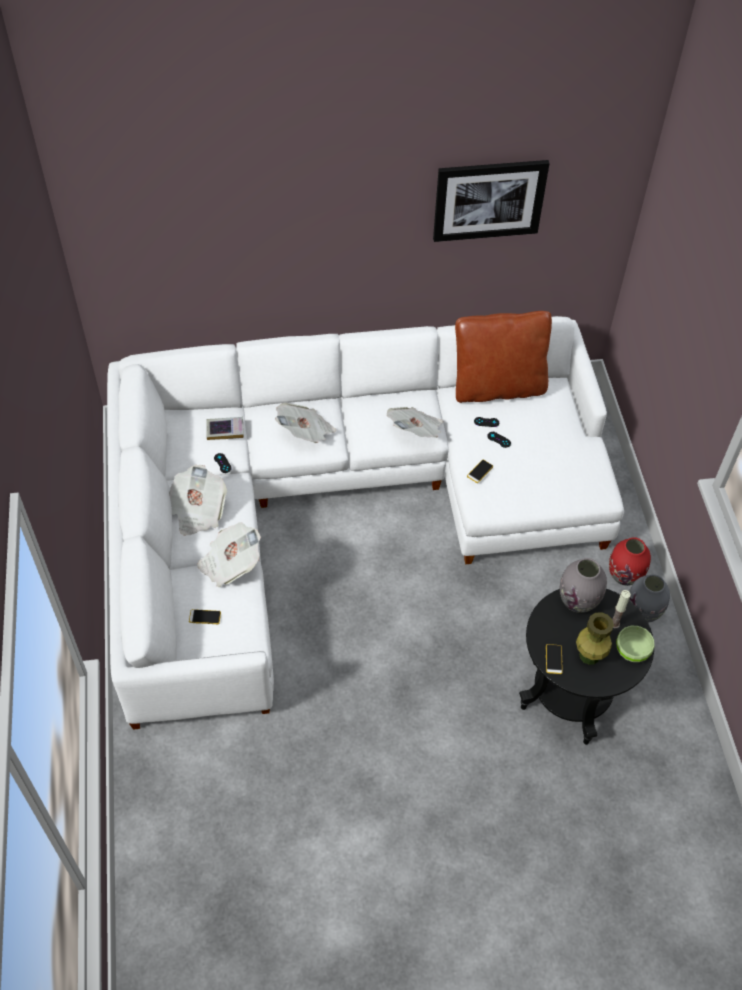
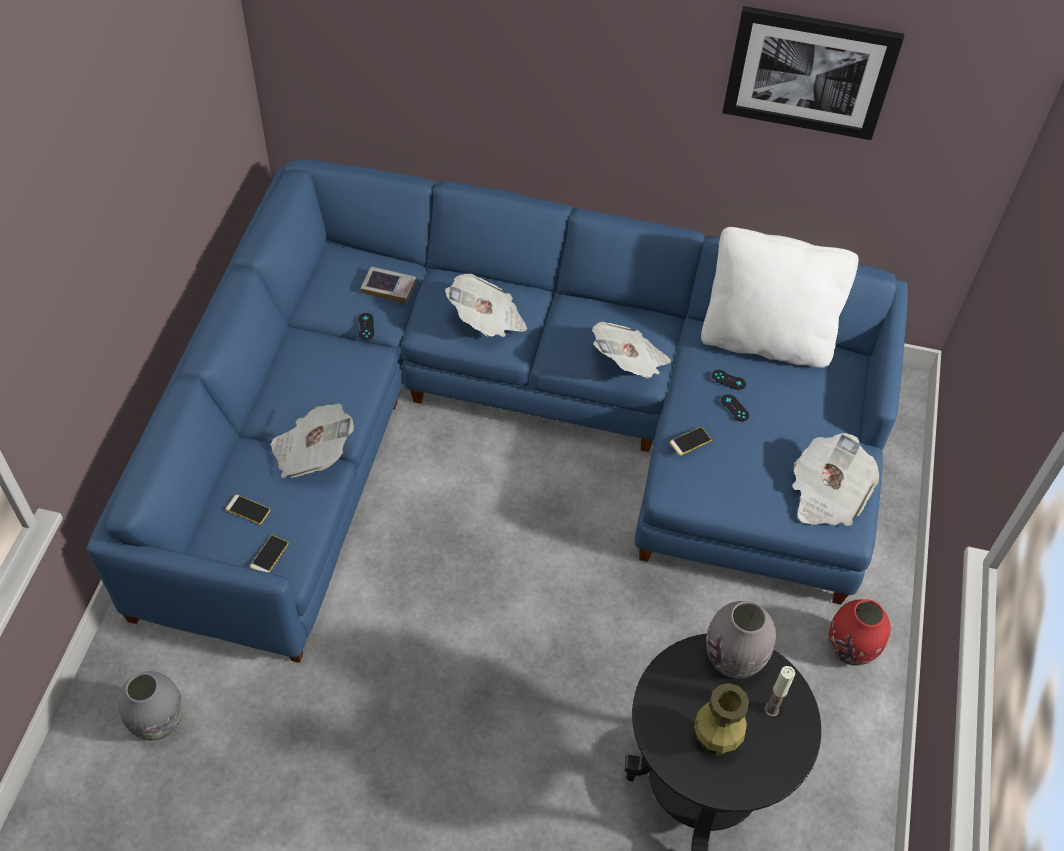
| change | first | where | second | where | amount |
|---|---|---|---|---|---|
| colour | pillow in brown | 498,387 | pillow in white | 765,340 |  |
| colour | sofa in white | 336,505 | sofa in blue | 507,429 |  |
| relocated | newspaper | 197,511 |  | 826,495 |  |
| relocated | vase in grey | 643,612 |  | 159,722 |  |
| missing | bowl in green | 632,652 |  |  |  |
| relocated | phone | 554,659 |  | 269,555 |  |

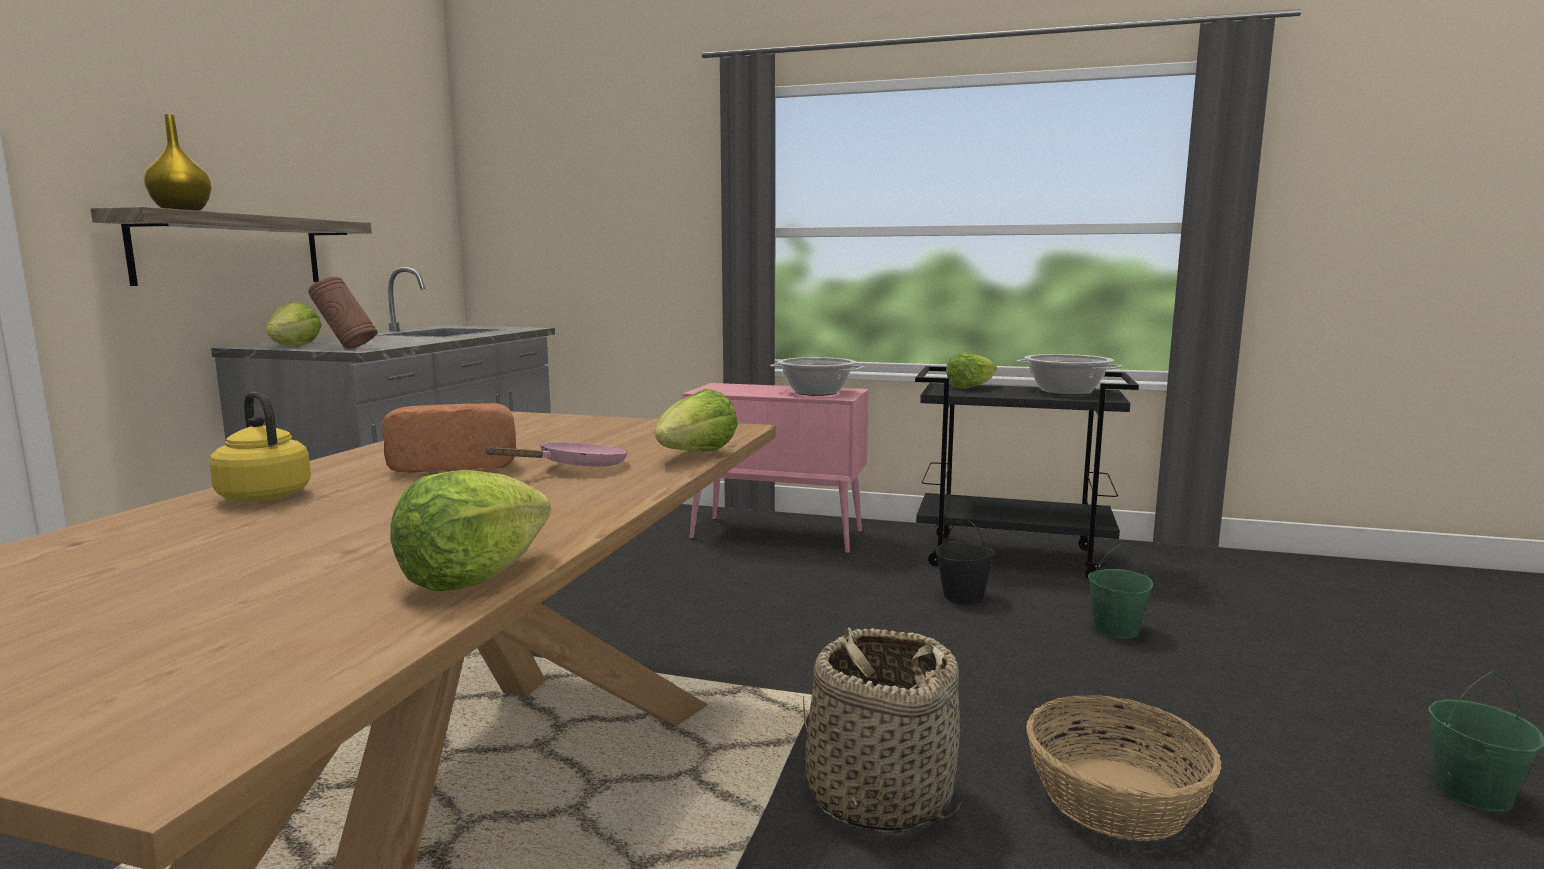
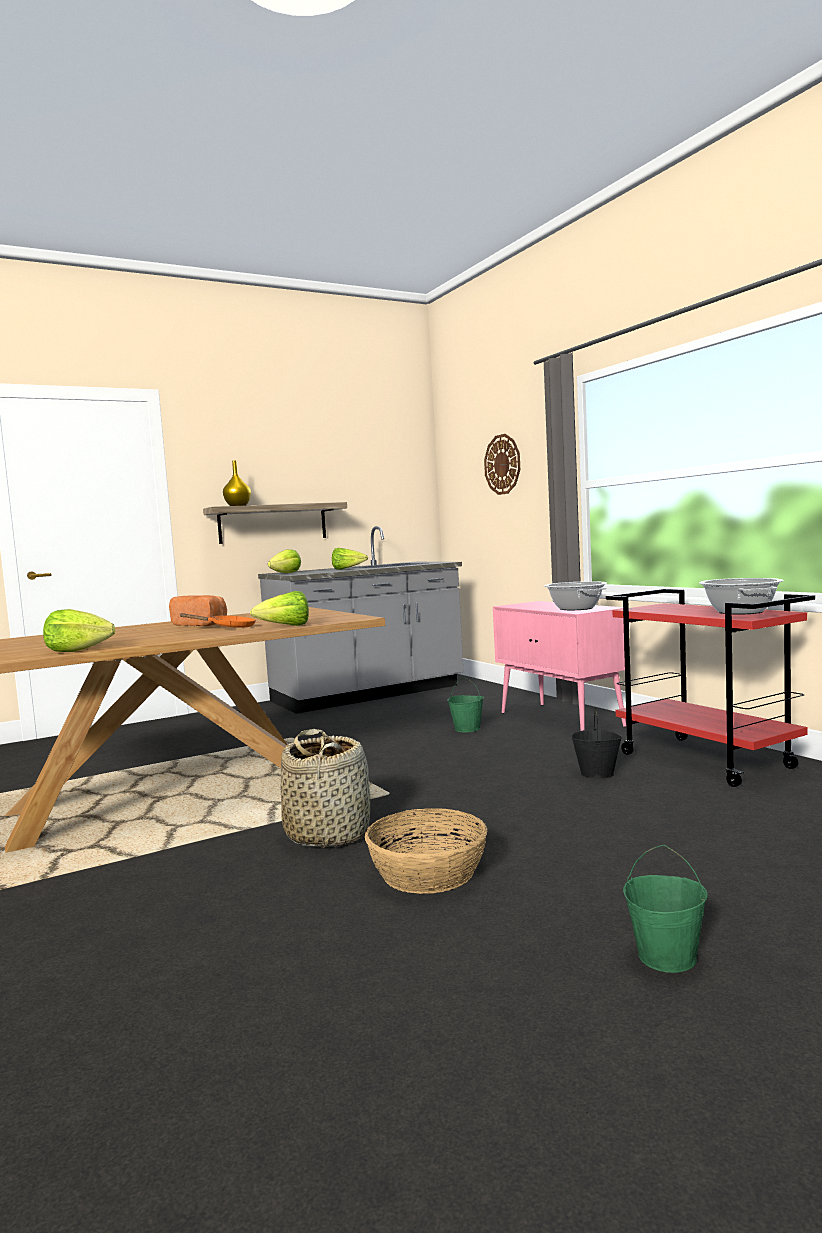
| change | first | where | second | where | amount |
|---|---|---|---|---|---|
| missing | vase in brown | 346,348 |  |  |  |
| relocated | lettuce | 970,387 |  | 347,569 |  |
| colour | cart in black | 1014,557 | cart in red | 707,761 |  |
| missing | kettle in yellow | 263,495 |  |  |  |
| colour | frying pan in pink | 575,468 | frying pan in orange | 228,628 |  |
| relocated | bucket in green | 1115,629 |  | 467,729 |  |
| appeared |  |  | wall clock | 502,464 |  |

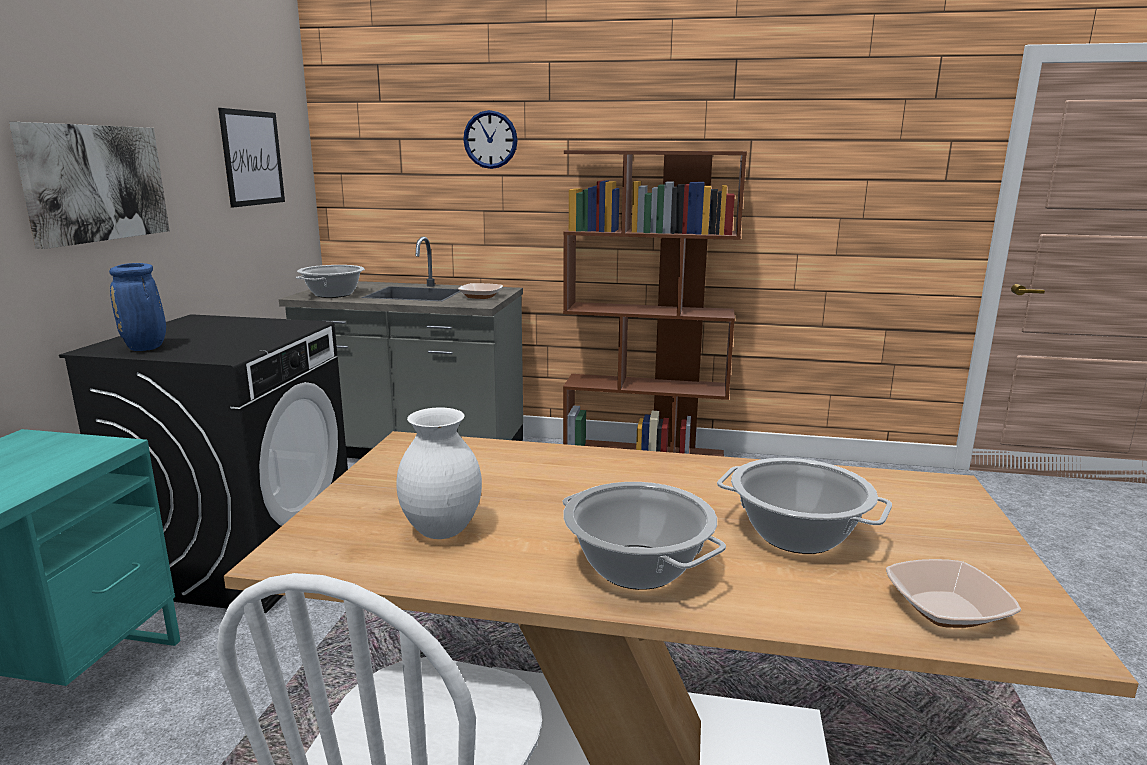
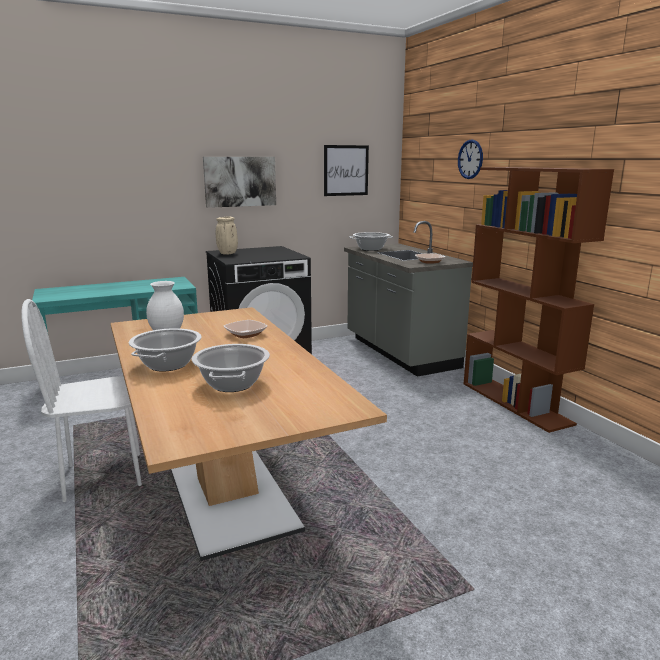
| change | first | where | second | where | amount |
|---|---|---|---|---|---|
| colour | vase in blue | 146,348 | vase in beige | 227,254 |  |
| relocated | bowl | 946,609 |  | 245,334 |  |

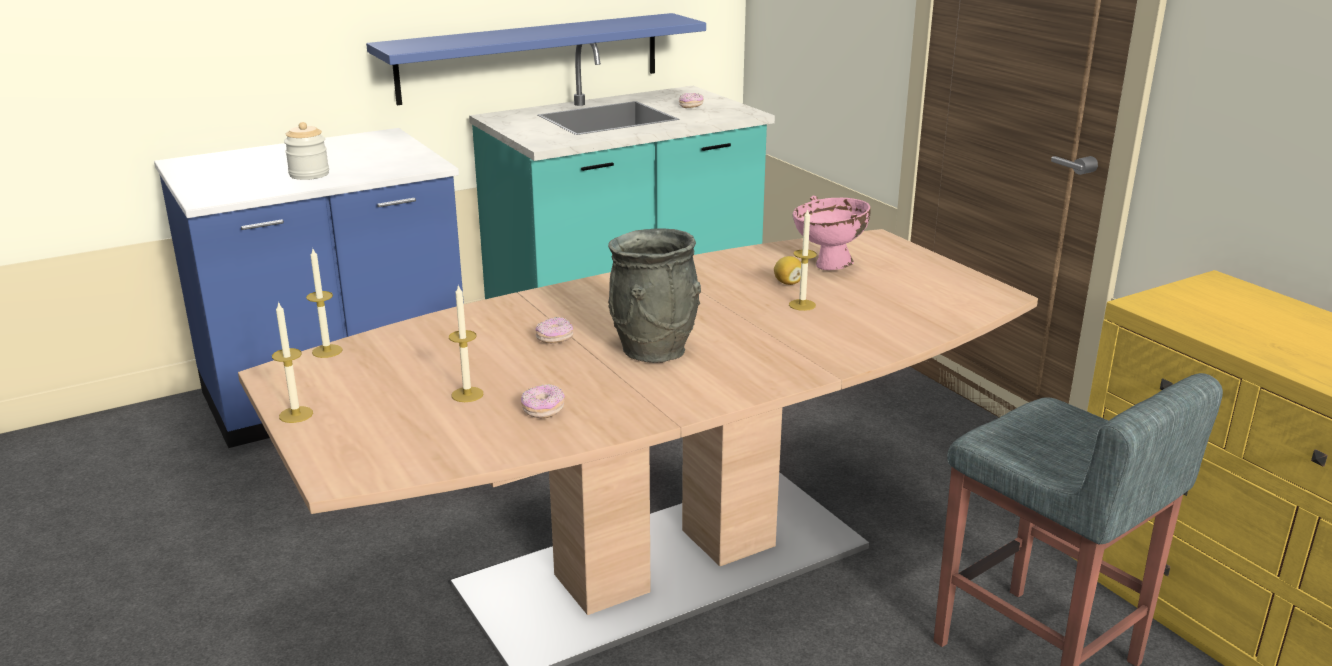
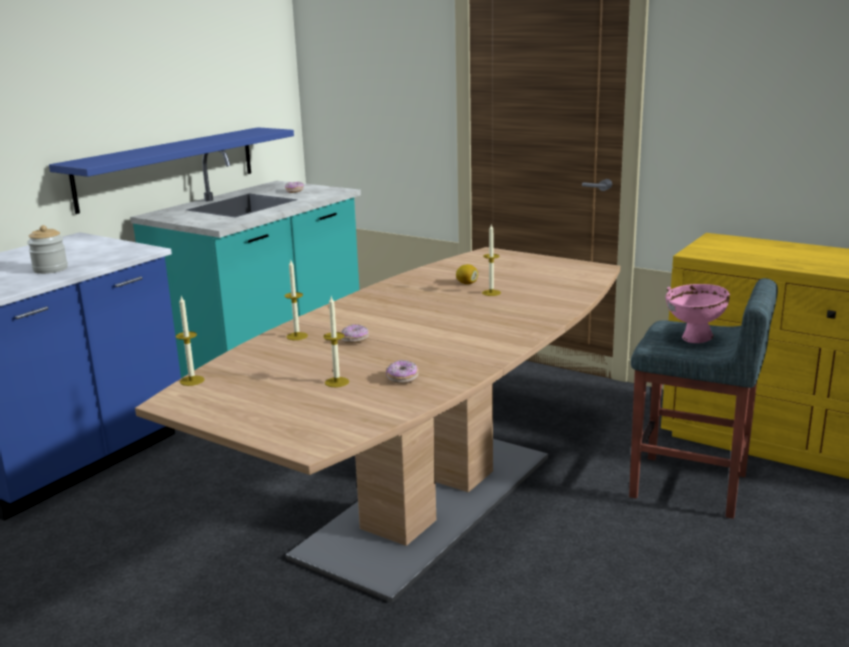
| change | first | where | second | where | amount |
|---|---|---|---|---|---|
| relocated | bowl in pink | 829,266 |  | 694,340 |  |
| missing | vase in grey | 655,350 |  |  |  |
| relocated | candle | 296,414 |  | 297,336 |  |

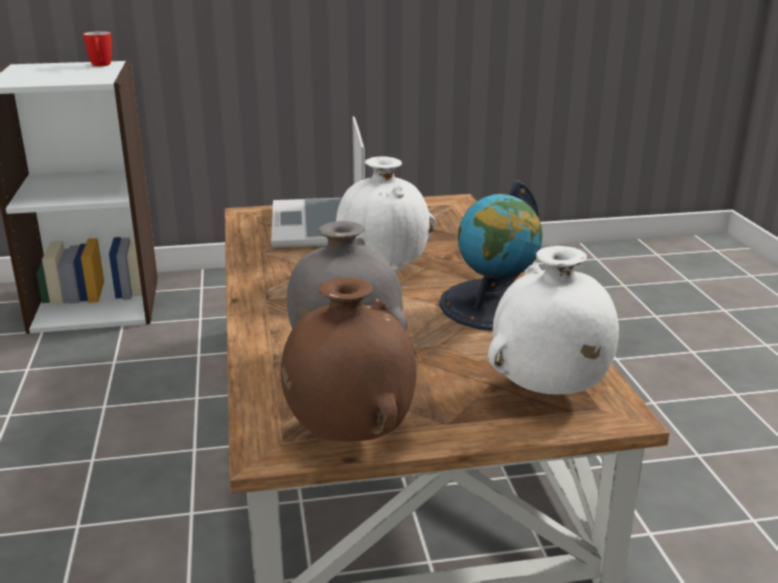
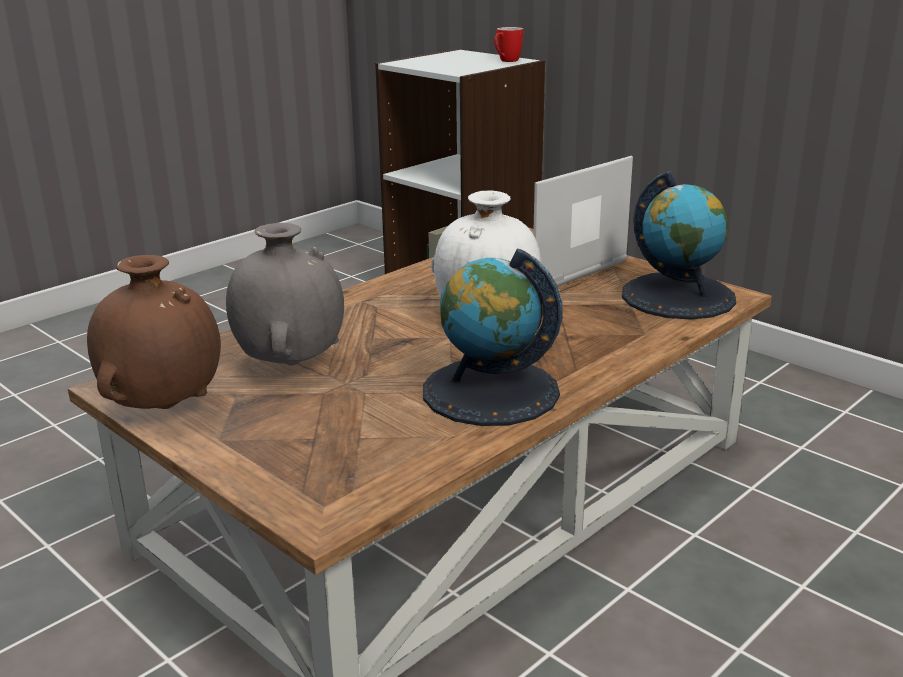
| change | first | where | second | where | amount |
|---|---|---|---|---|---|
| missing | vase in white | 548,392 |  |  |  |
| appeared |  |  | globe | 678,296 |  |

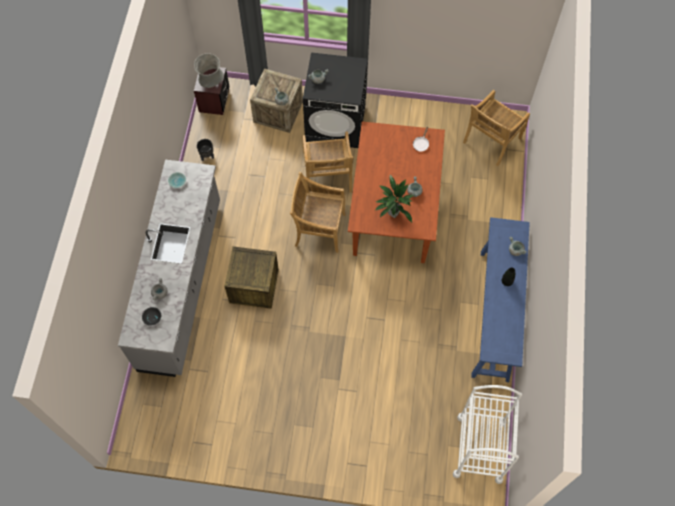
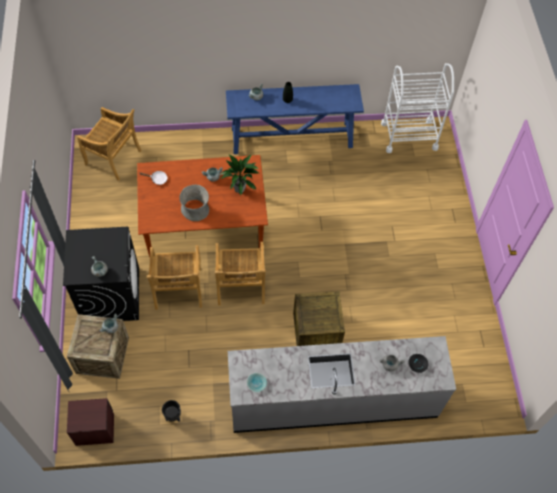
| change | first | where | second | where | amount |
|---|---|---|---|---|---|
| relocated | vase in grey | 210,78 |  | 195,210 |  |
| spun | chair in beige | 327,177 |  | 178,290 | 105 degrees clockwise |

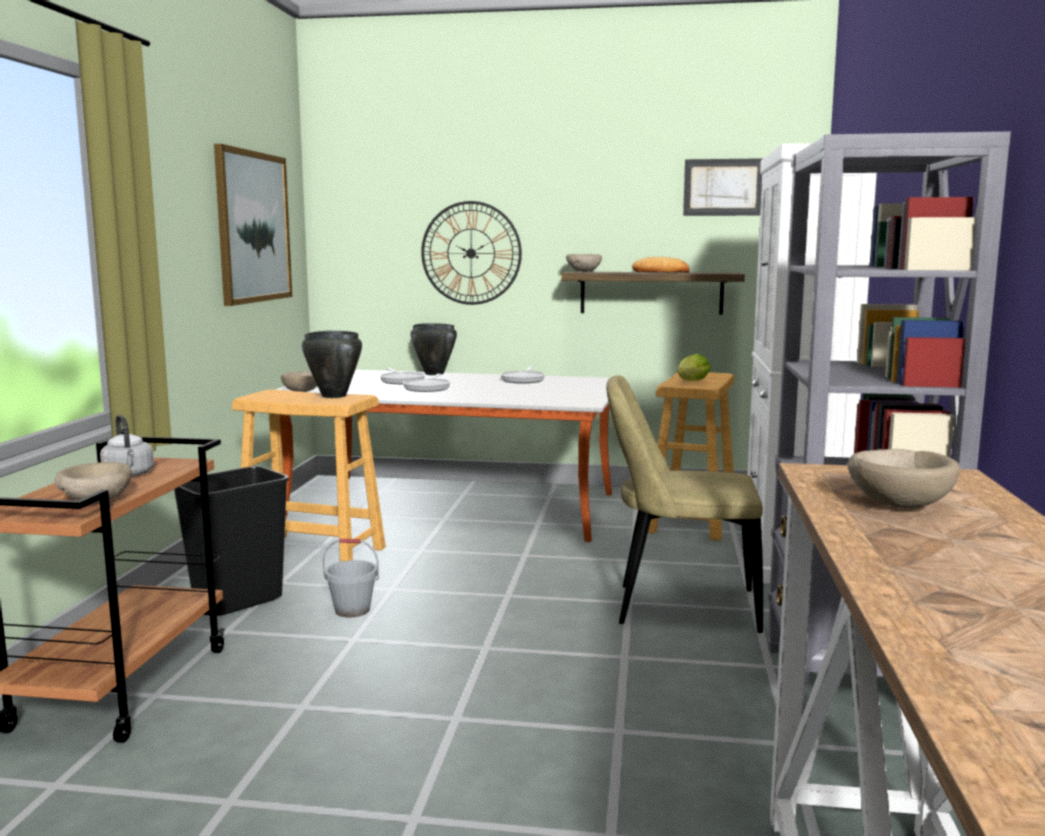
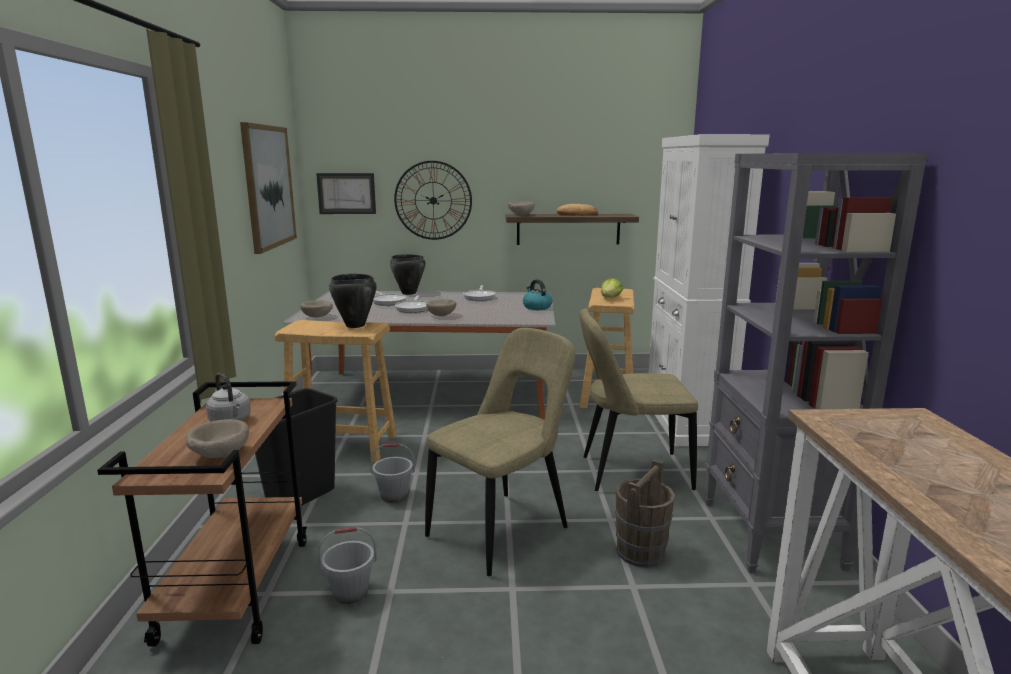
| change | first | where | second | where | amount |
|---|---|---|---|---|---|
| relocated | picture | 723,187 |  | 346,193 |  |
| relocated | bowl in beige | 900,504 |  | 442,315 |  |
| appeared |  |  | kettle | 536,307 |  |
| appeared |  |  | chair in beige | 503,529 |  |
| appeared |  |  | bucket in brown | 641,552 |  |
| appeared |  |  | bucket in grey | 350,593 |  |

